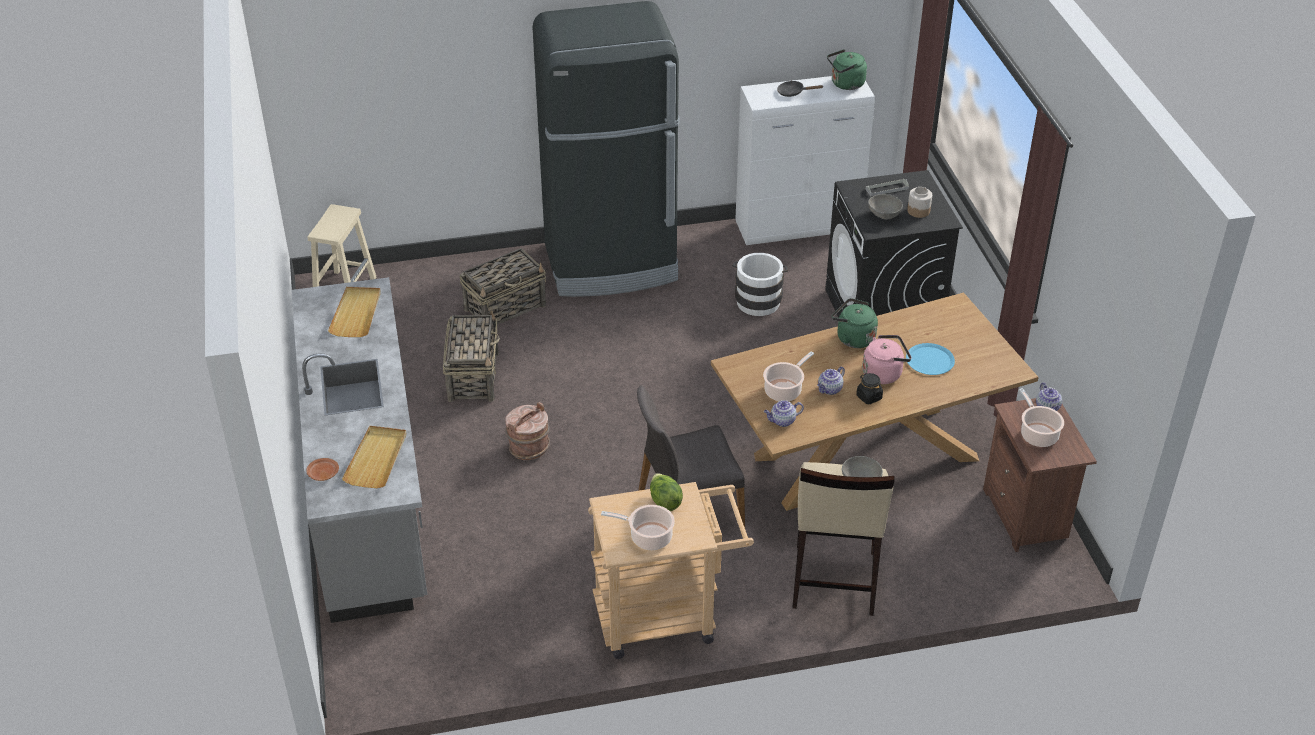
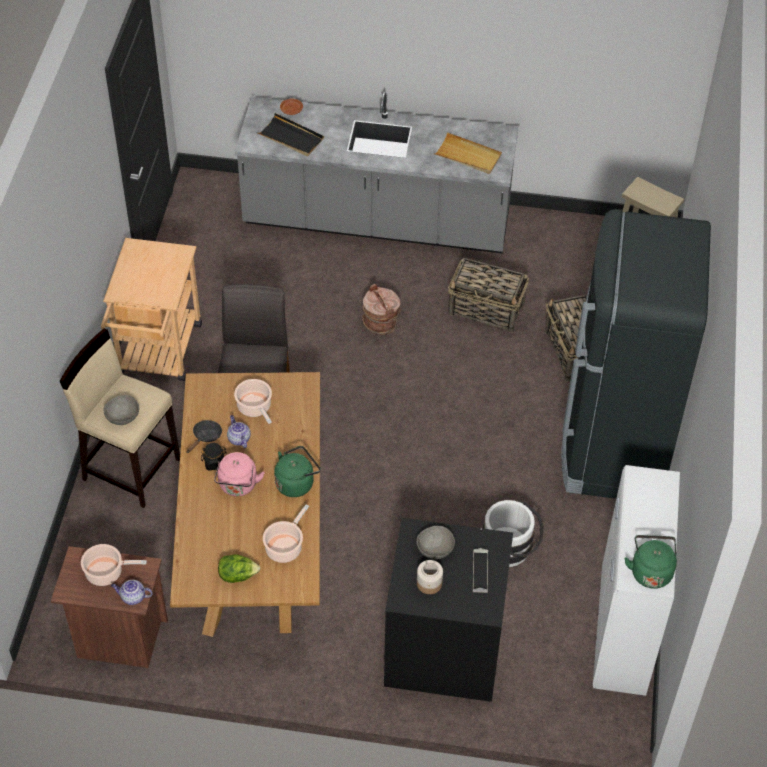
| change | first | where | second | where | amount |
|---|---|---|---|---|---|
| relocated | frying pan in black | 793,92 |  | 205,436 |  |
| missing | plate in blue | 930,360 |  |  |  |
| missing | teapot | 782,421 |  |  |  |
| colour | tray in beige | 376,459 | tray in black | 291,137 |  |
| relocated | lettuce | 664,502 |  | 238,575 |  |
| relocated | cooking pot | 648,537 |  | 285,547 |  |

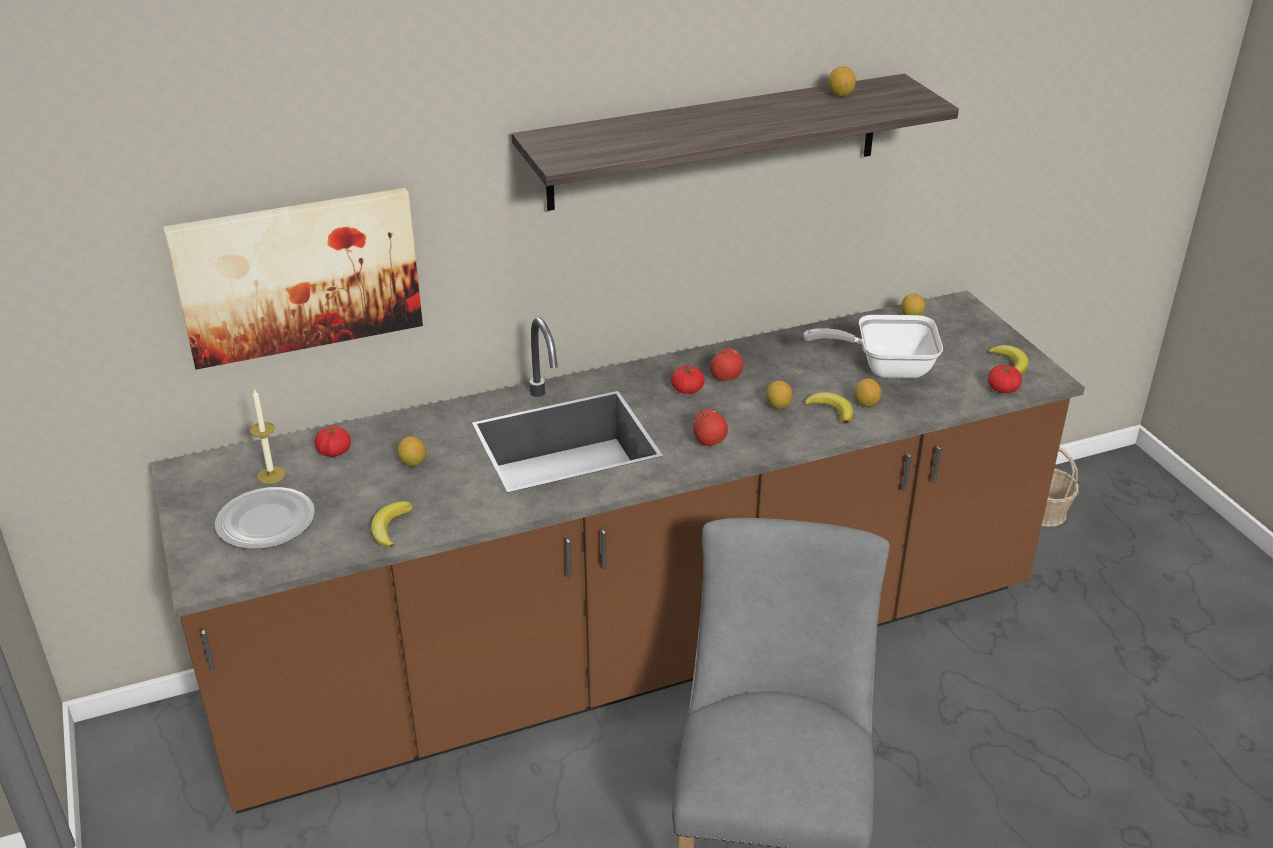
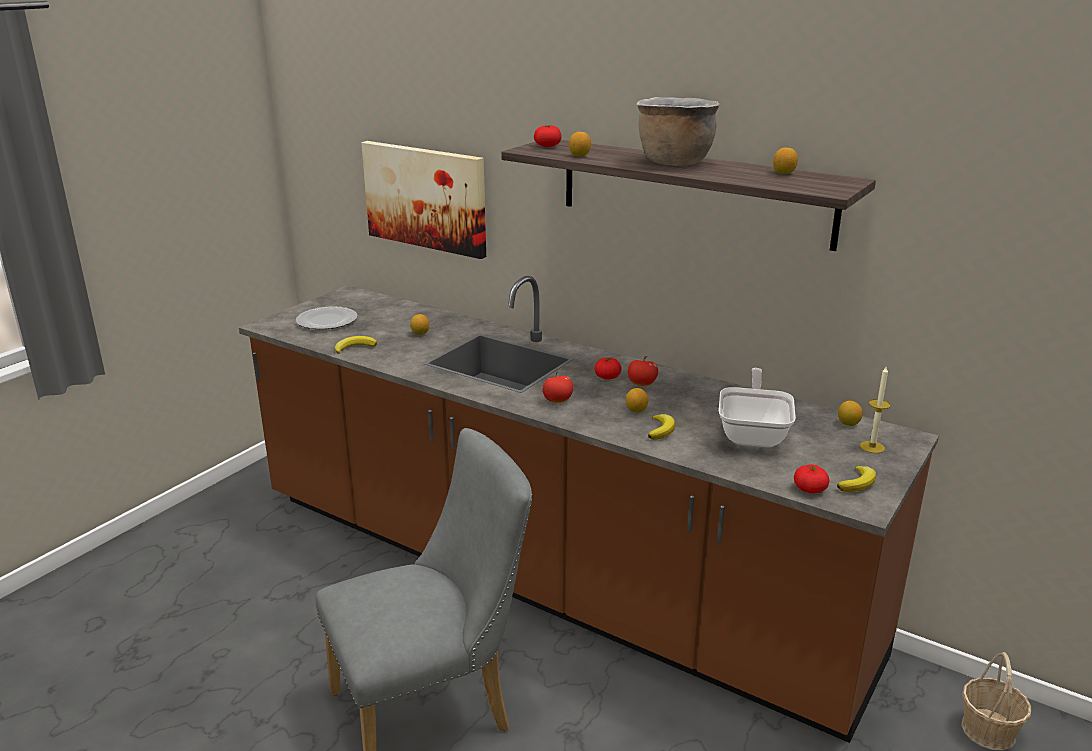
| change | first | where | second | where | amount |
|---|---|---|---|---|---|
| spun | frying pan | 885,367 |  | 754,433 | 45 degrees clockwise |
| relocated | lemon | 866,404 |  | 579,156 |  |
| relocated | candle | 271,475 |  | 872,447 |  |
| relocated | tomato | 334,452 |  | 547,146 |  |
| appeared |  |  | cooking pot in brown | 674,162 |  |

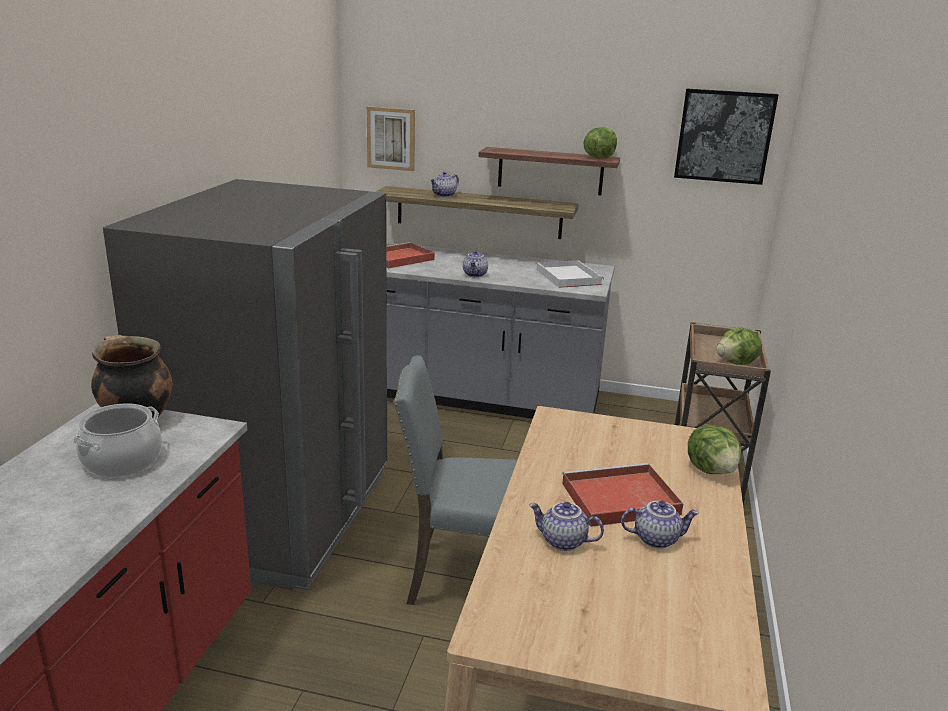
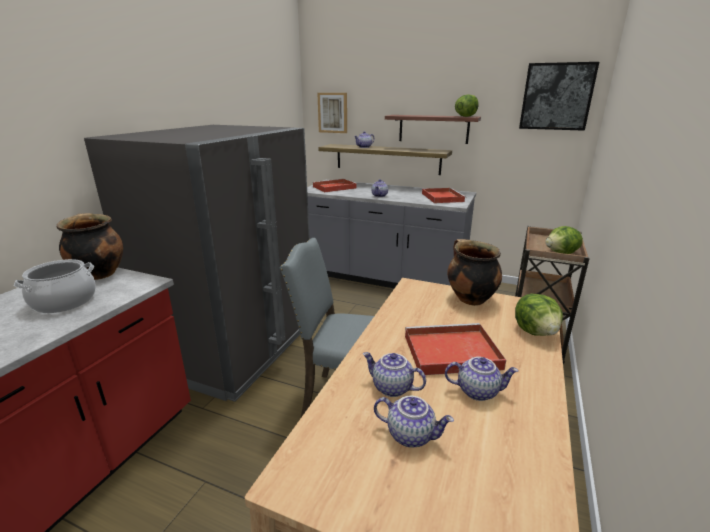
| change | first | where | second | where | amount |
|---|---|---|---|---|---|
| colour | tray in white | 567,276 | tray in red | 442,197 |  |
| appeared |  |  | cooking pot | 469,299 |  |
| appeared |  |  | teapot | 411,434 |  |

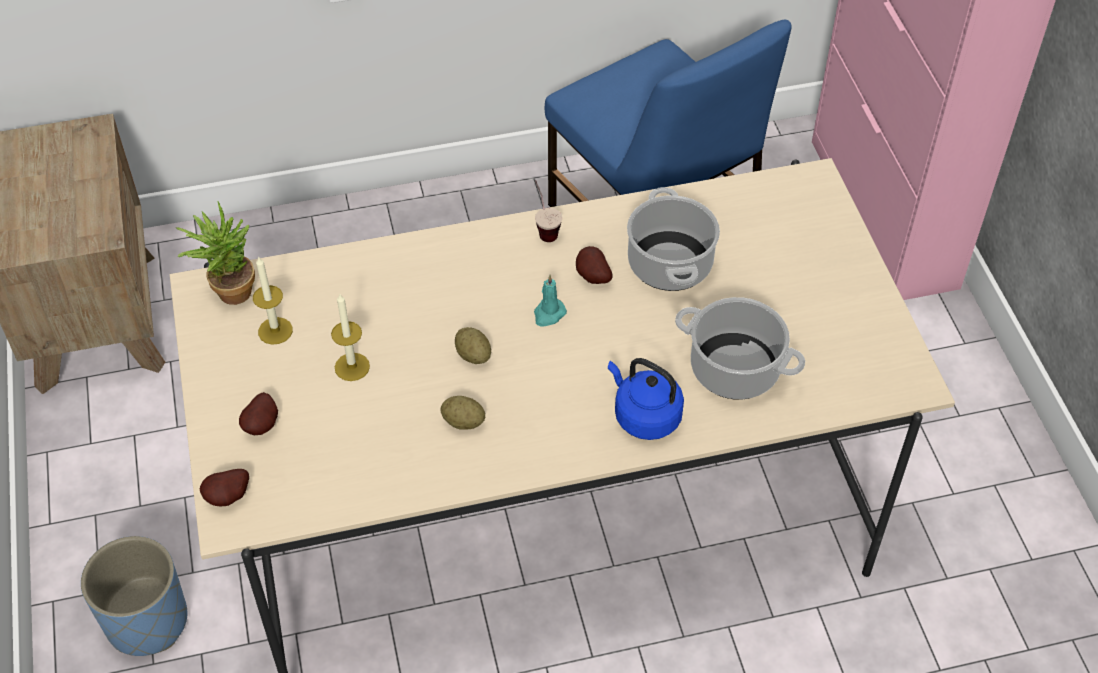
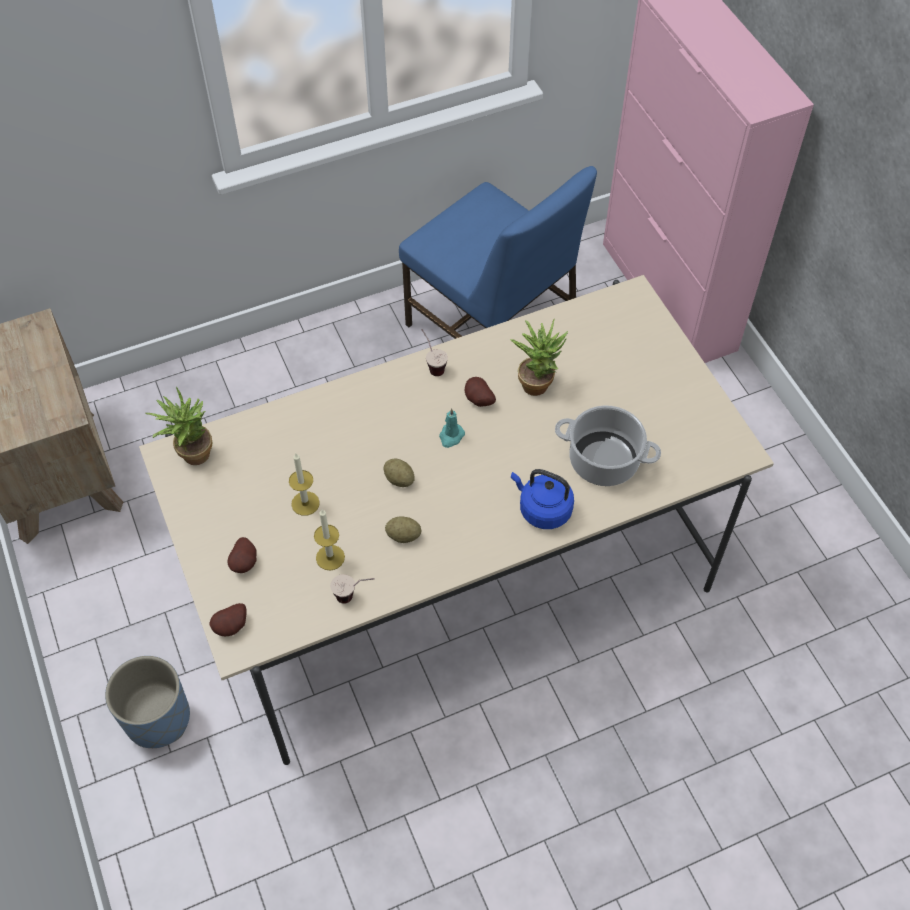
| change | first | where | second | where | amount |
|---|---|---|---|---|---|
| exchanged | cooking pot | 670,264 | potted plant | 537,381 |  |
| relocated | candle | 275,331 |  | 330,557 |  |
| appeared |  |  | cup | 354,596 |  |

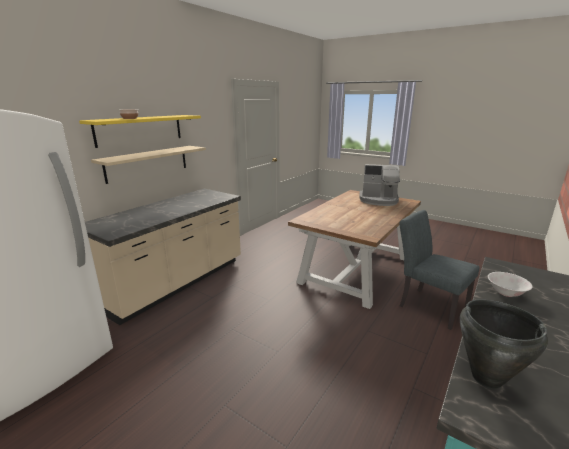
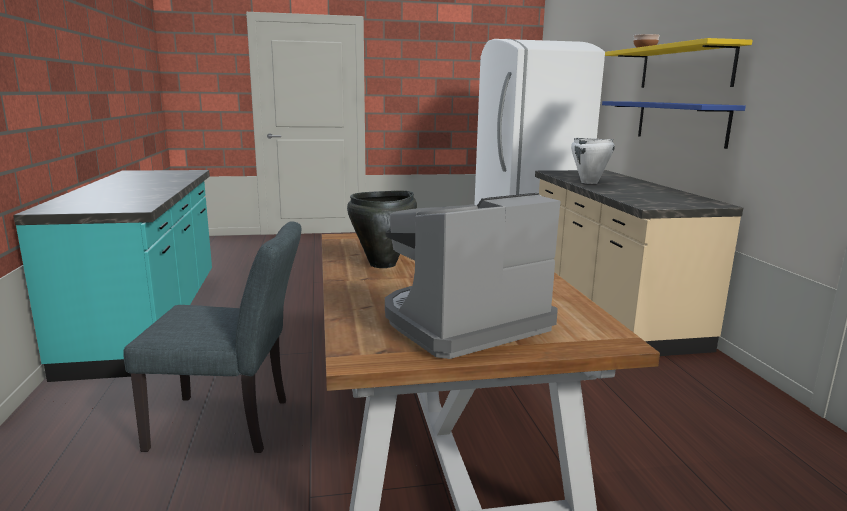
| change | first | where | second | where | amount |
|---|---|---|---|---|---|
| colour | shelf in beige | 148,163 | shelf in blue | 680,122 |  |
| missing | bowl in white | 506,292 |  |  |  |
| relocated | cooking pot in black | 486,377 |  | 383,264 |  |
| appeared |  |  | cooking pot in white | 589,182 |  |

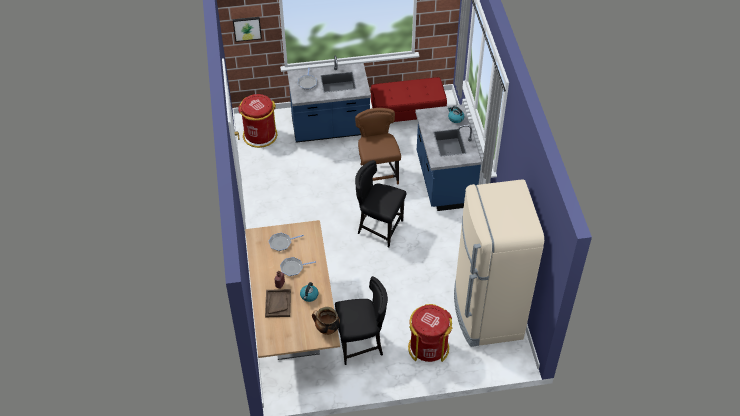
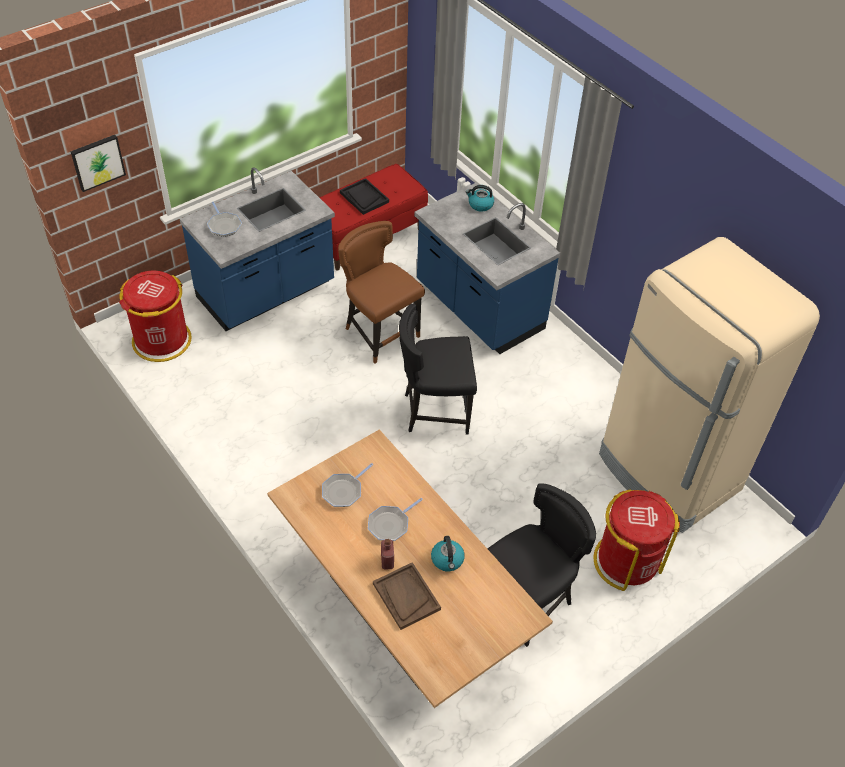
| change | first | where | second | where | amount |
|---|---|---|---|---|---|
| missing | cooking pot | 327,329 |  |  |  |
| appeared |  |  | tray in black | 364,197 |  |

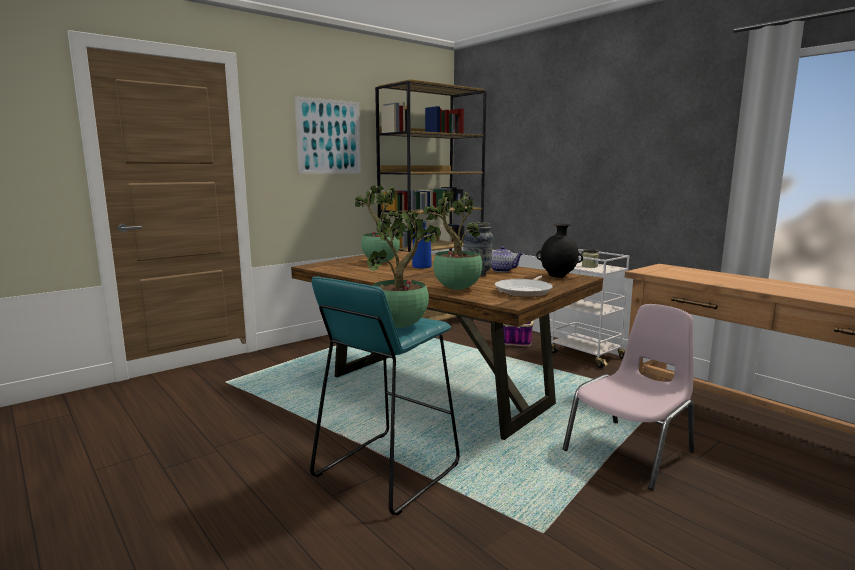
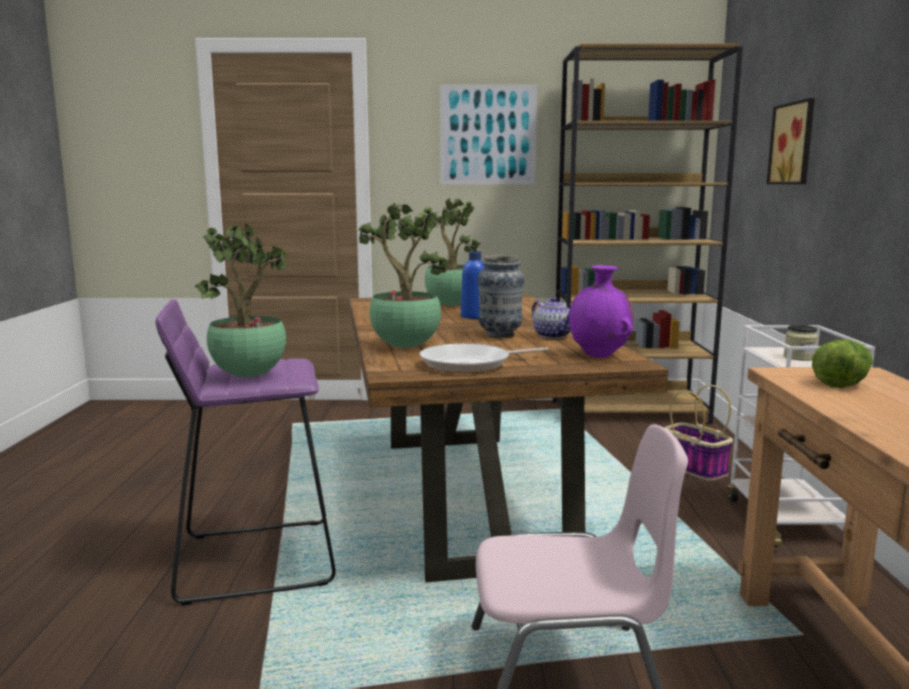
| change | first | where | second | where | amount |
|---|---|---|---|---|---|
| colour | vase in black | 558,276 | vase in purple | 599,355 |  |
| colour | stool in turquoise | 386,470 | stool in purple | 255,559 |  |
| appeared |  |  | picture | 795,143 |  |
| appeared |  |  | lettuce | 841,382 |  |

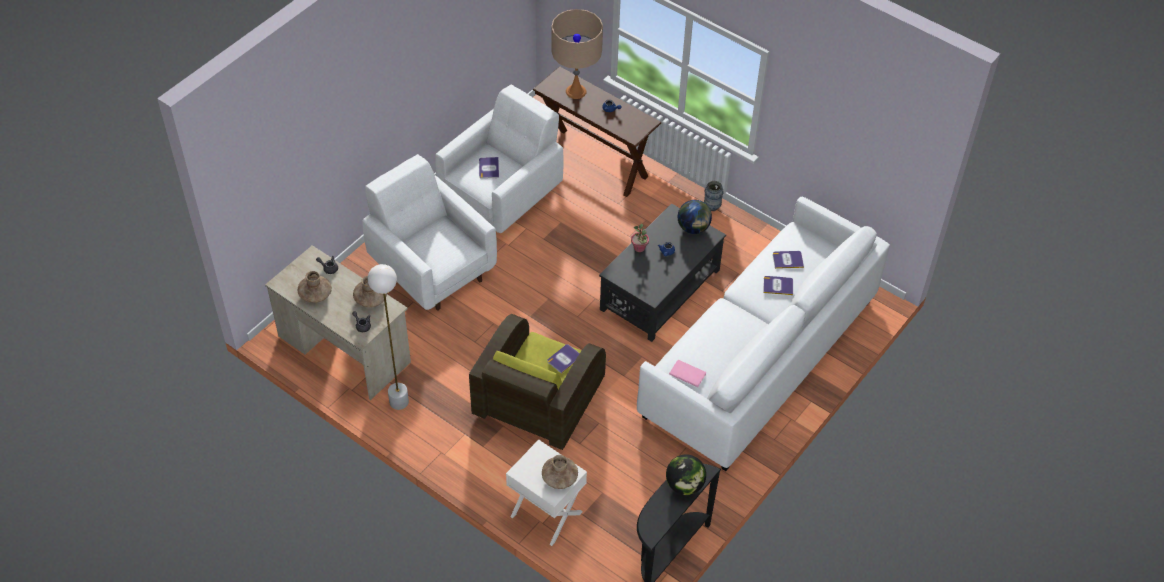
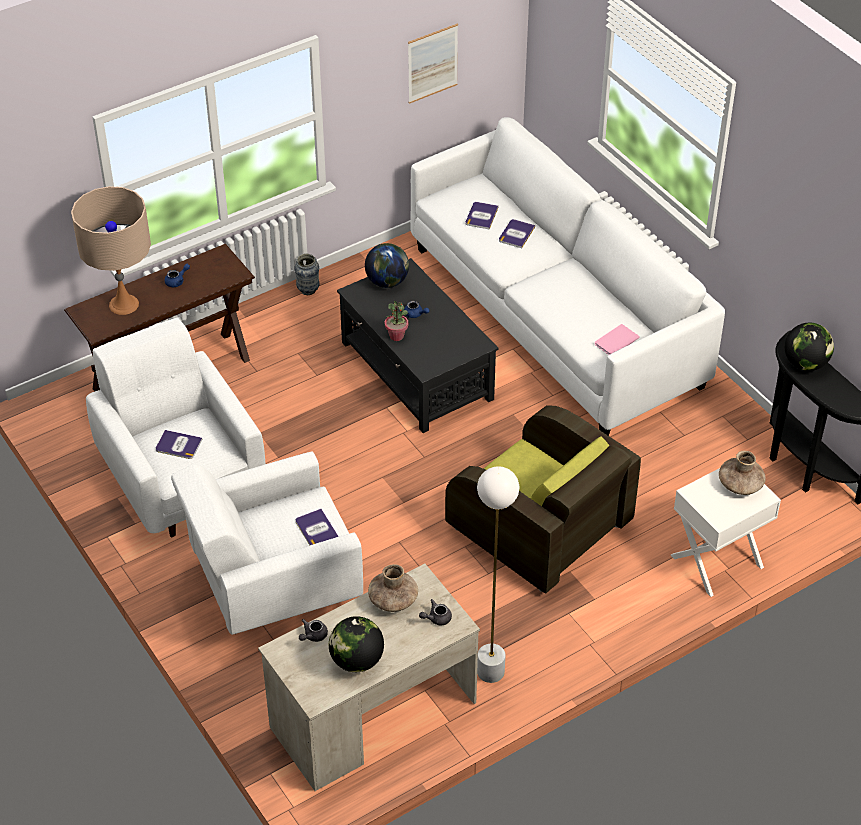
| change | first | where | second | where | amount |
|---|---|---|---|---|---|
| exchanged | vase in brown | 315,294 | globe | 357,660 |  |
| relocated | book | 564,359 |  | 316,529 |  |
| appeared |  |  | picture | 432,63 |  |

